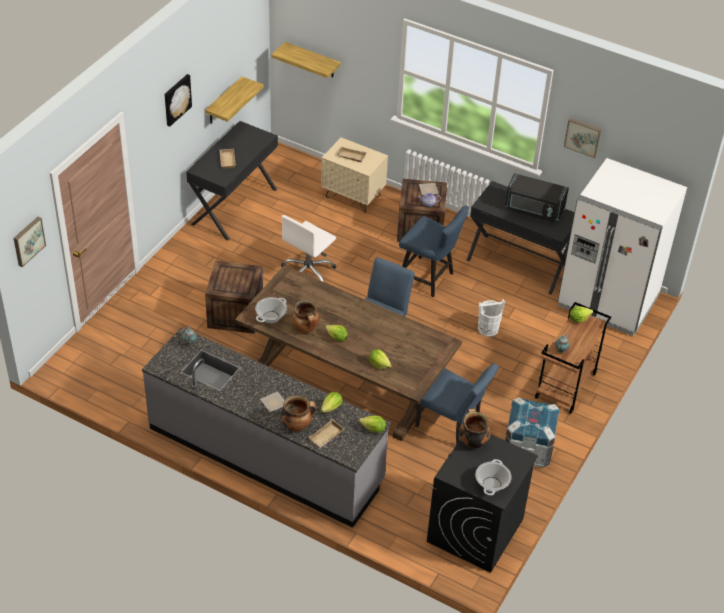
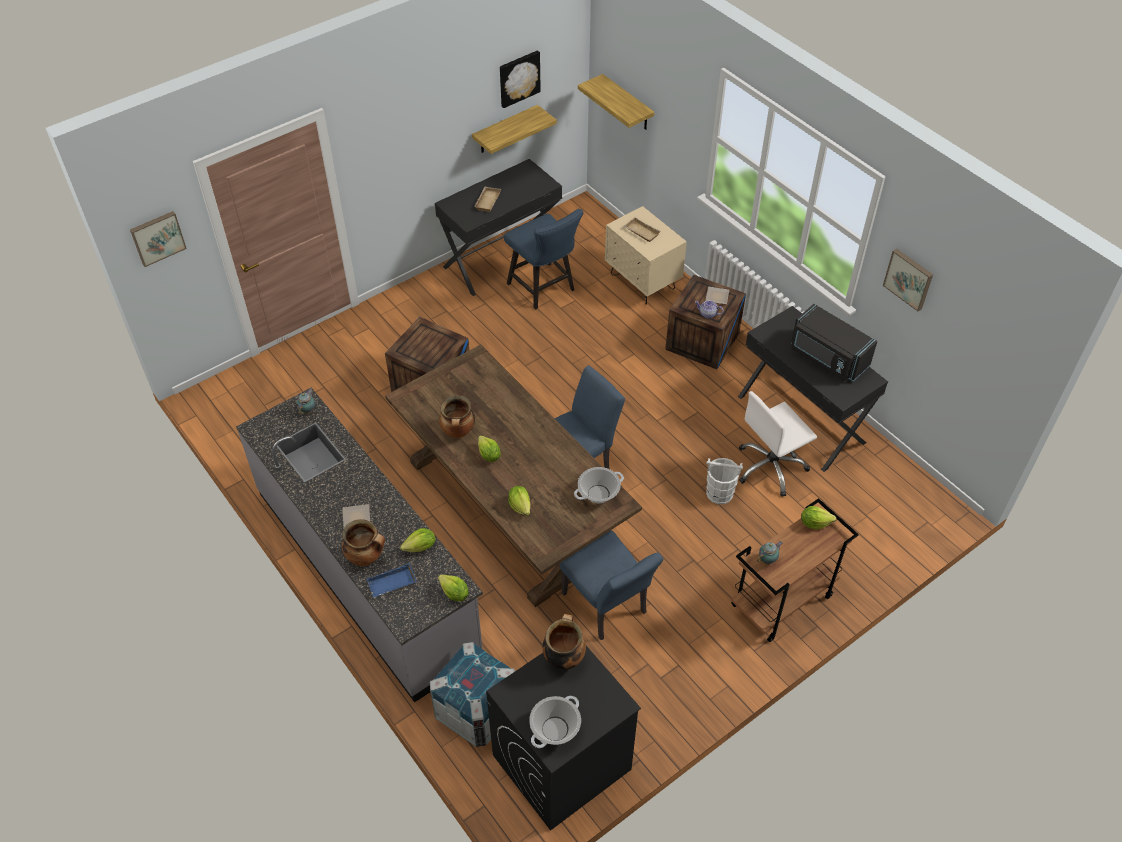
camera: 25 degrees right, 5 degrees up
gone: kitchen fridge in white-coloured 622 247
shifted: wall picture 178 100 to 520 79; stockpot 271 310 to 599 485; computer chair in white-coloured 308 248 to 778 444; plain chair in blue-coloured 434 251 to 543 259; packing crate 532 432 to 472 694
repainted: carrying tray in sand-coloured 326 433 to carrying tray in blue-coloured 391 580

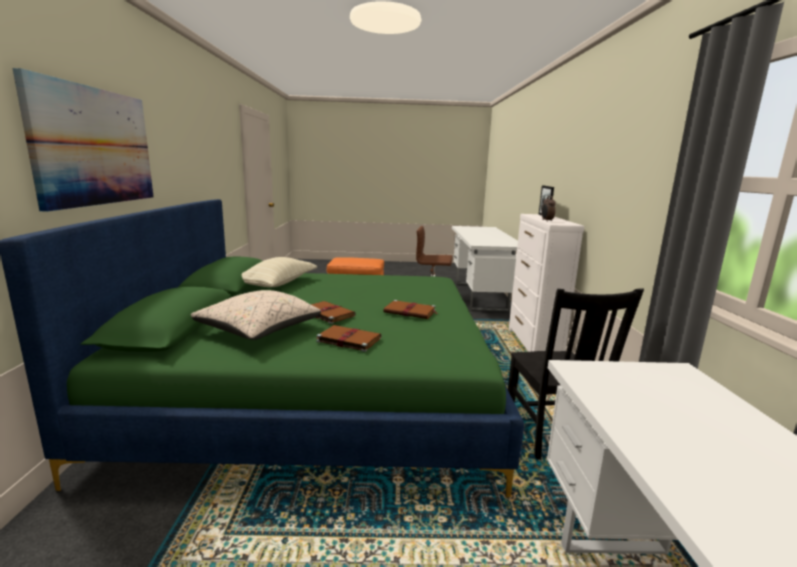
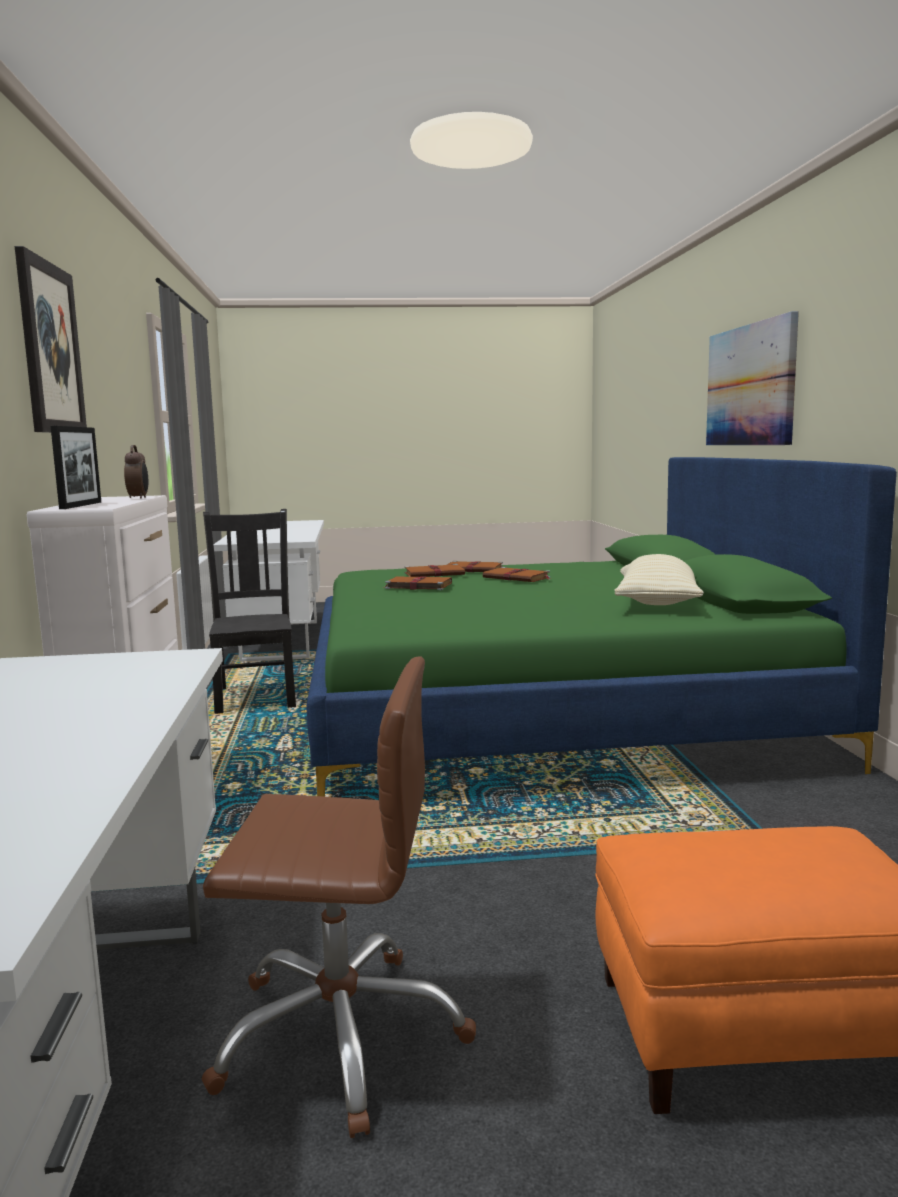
camera: 175 degrees right, 5 degrees down
gone: pillow in sand-coloured 256 315
new: wall picture 51 339; volume in brown 434 570

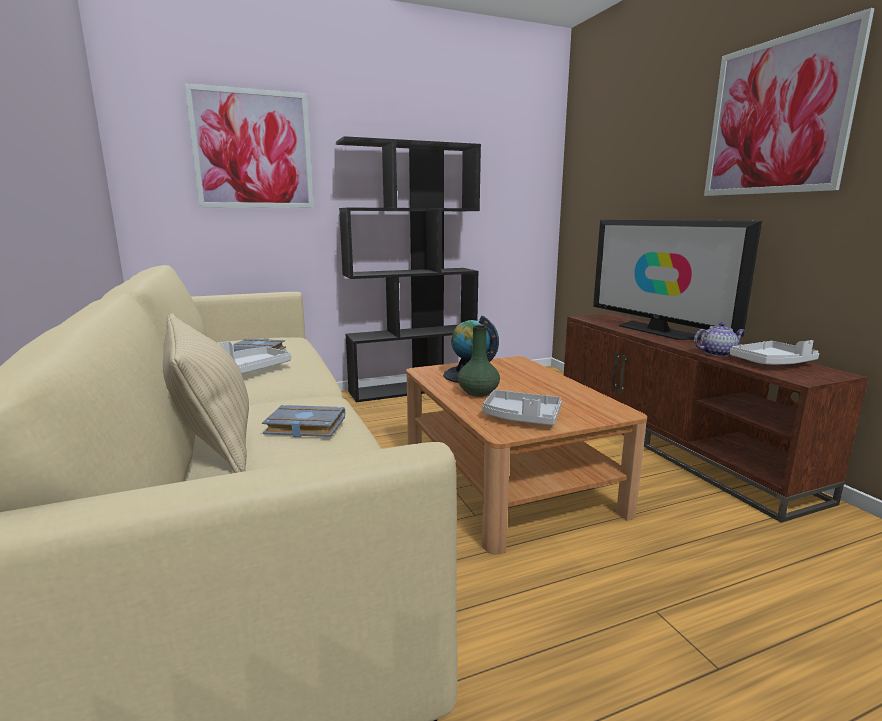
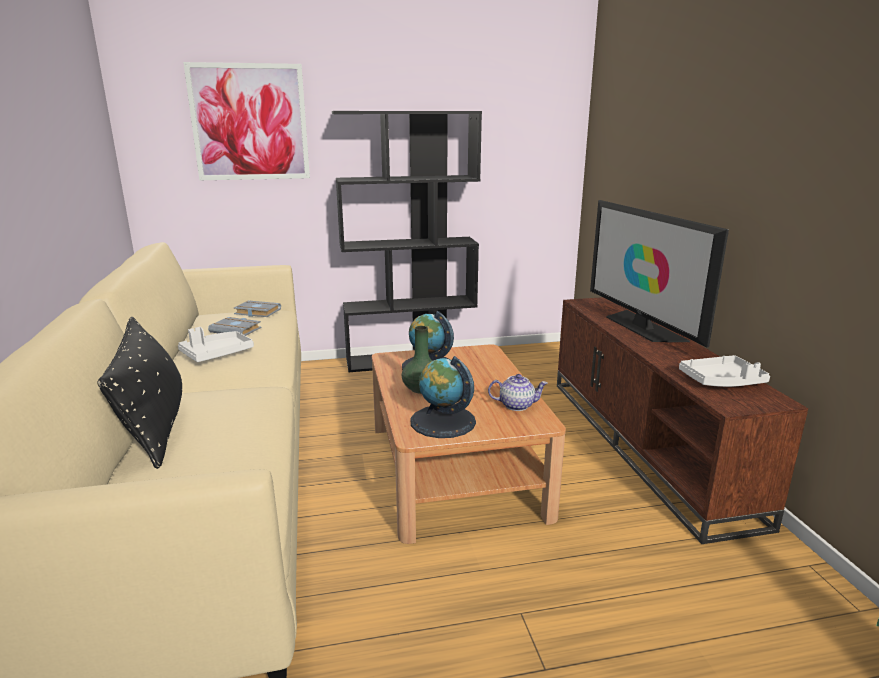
camera: 10 degrees right, 5 degrees up
gone: wall picture 789 102
shifted: volume in greyish 303 421 to 257 308; tea pot 720 339 to 518 392
swapped: carrying tray in greyish 522 407 to desk globe 443 397
repainted: pillow in sand-coloured 206 393 to pillow in blackish 139 393

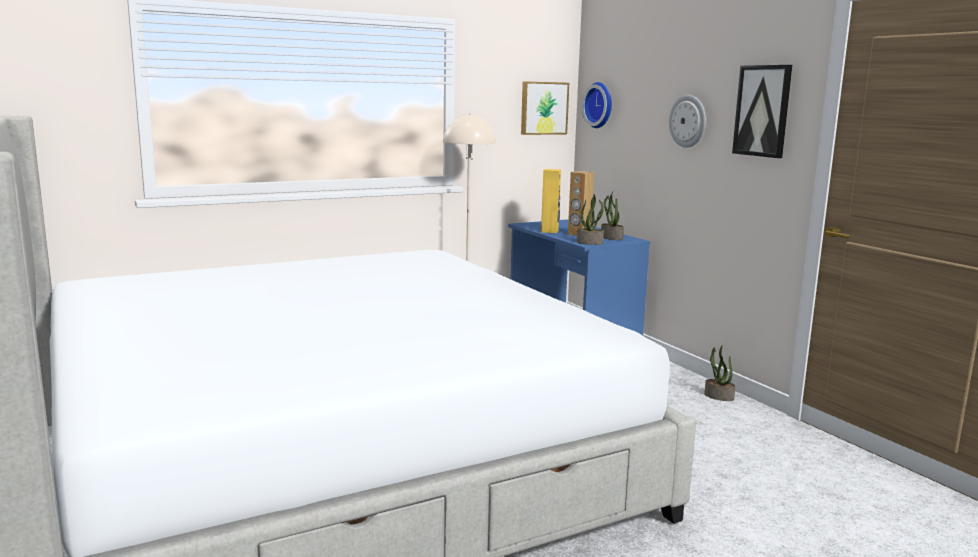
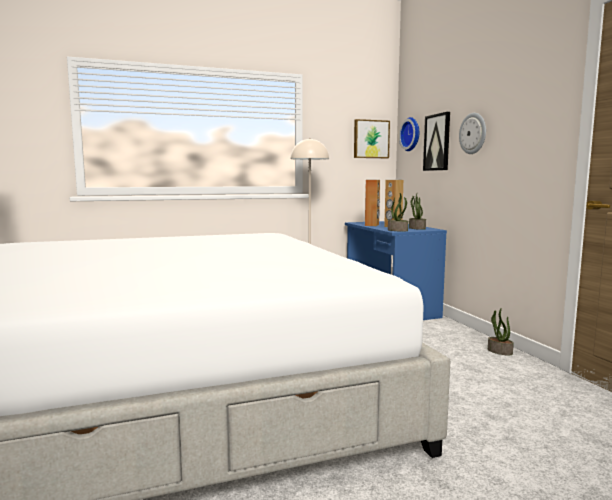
camera: 10 degrees right, 5 degrees down
shifted: wall picture 762 111 to 436 141
repainted: speaker in yellow 551 201 to speaker in brown 372 203

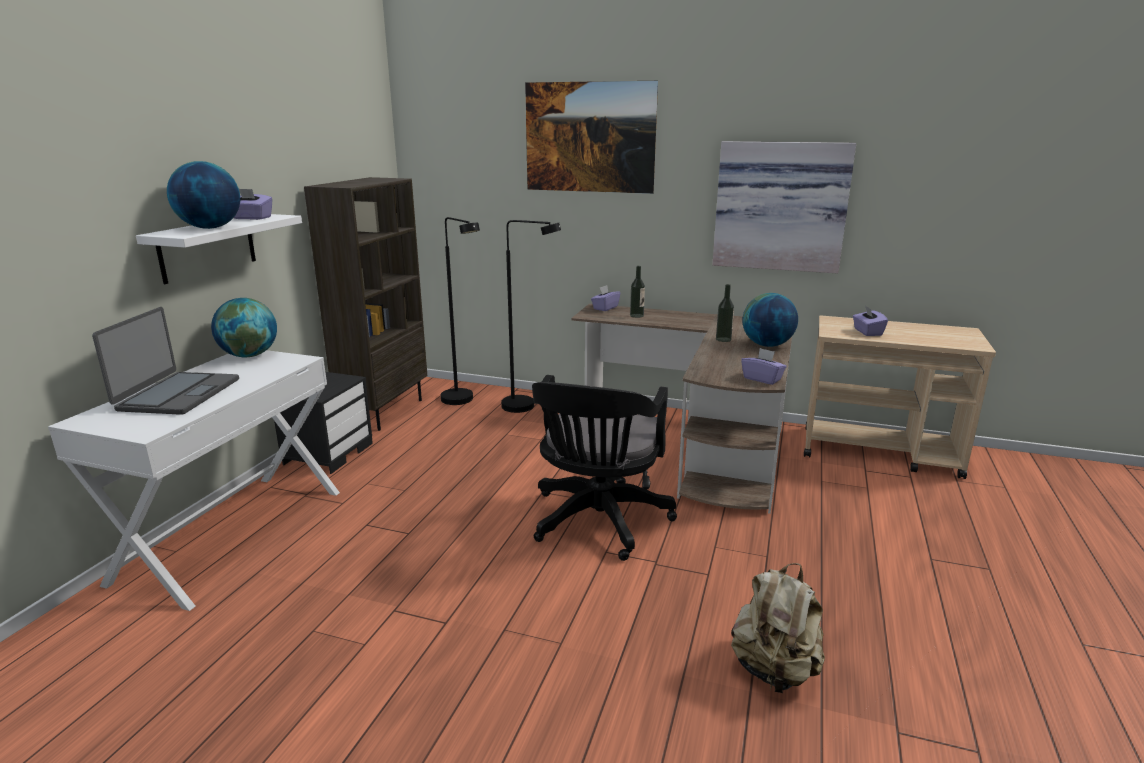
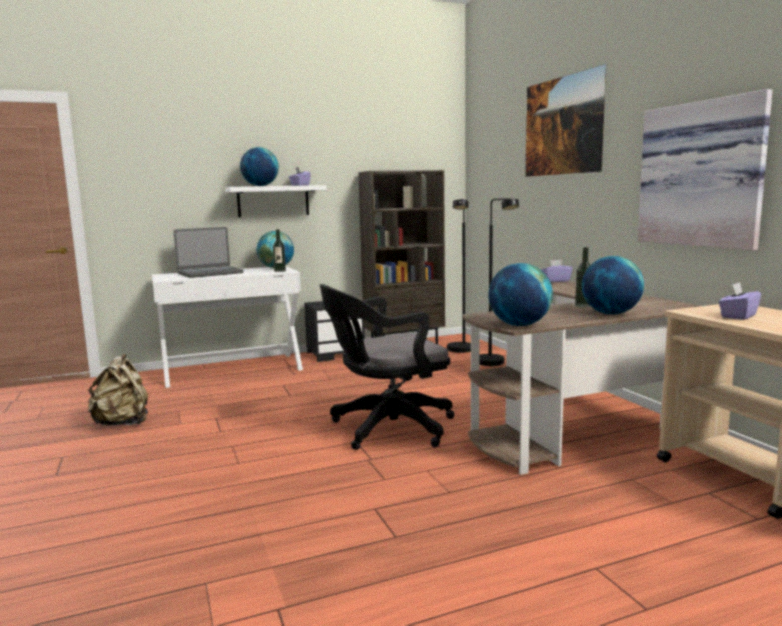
camera: 50 degrees right, 10 degrees down
shifted: beverage bottle 637 292 to 279 250; backpack in sand-coloured 778 628 to 117 389
swapped: box of tissues in purple-coloured 763 366 to desk globe 520 294

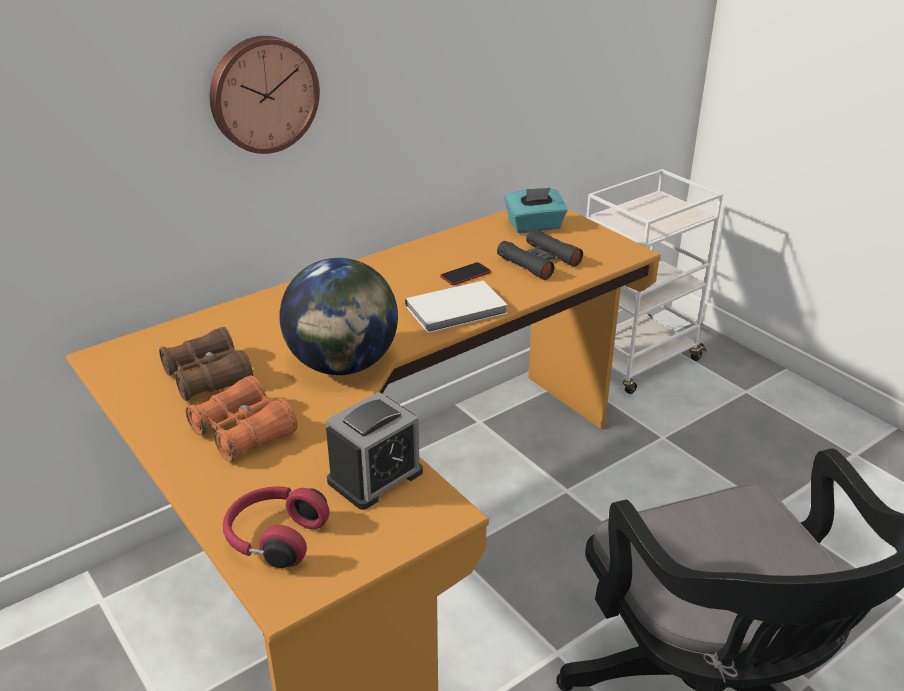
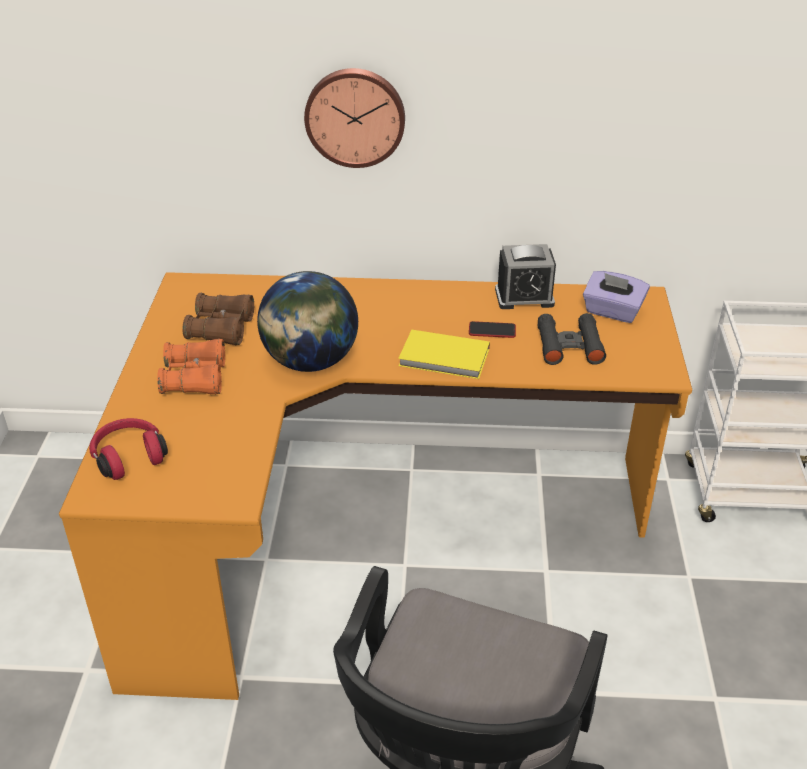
camera: 40 degrees right, 5 degrees up
shifted: bedside clock 374 451 to 525 276
repainted: volume in white-coloured 456 307 to volume in yellow 444 354; box of tissues in turquoise-coloured 536 210 to box of tissues in purple-coloured 616 297

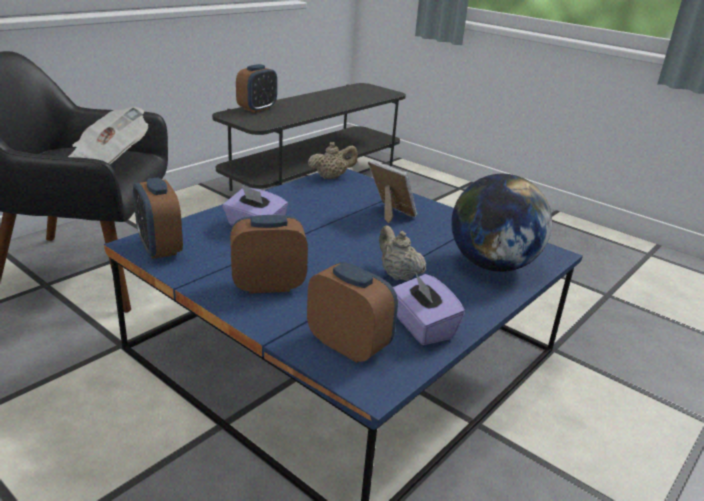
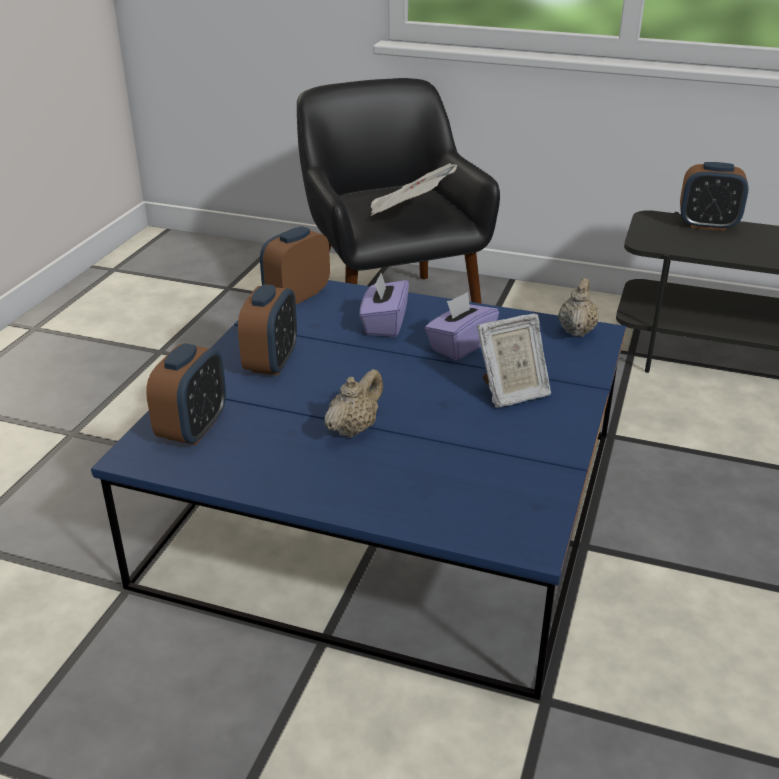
camera: 70 degrees right, 5 degrees up
gone: desk globe 501 223
shifted: box of tissues in purple-coloured 429 308 to 462 326
rotated: bedside clock 269 254 = 267 329 45 degrees clockwise; tea pot in sand-coloured 333 160 = 578 307 120 degrees counterclockwise; picture frame 392 191 = 514 360 45 degrees clockwise

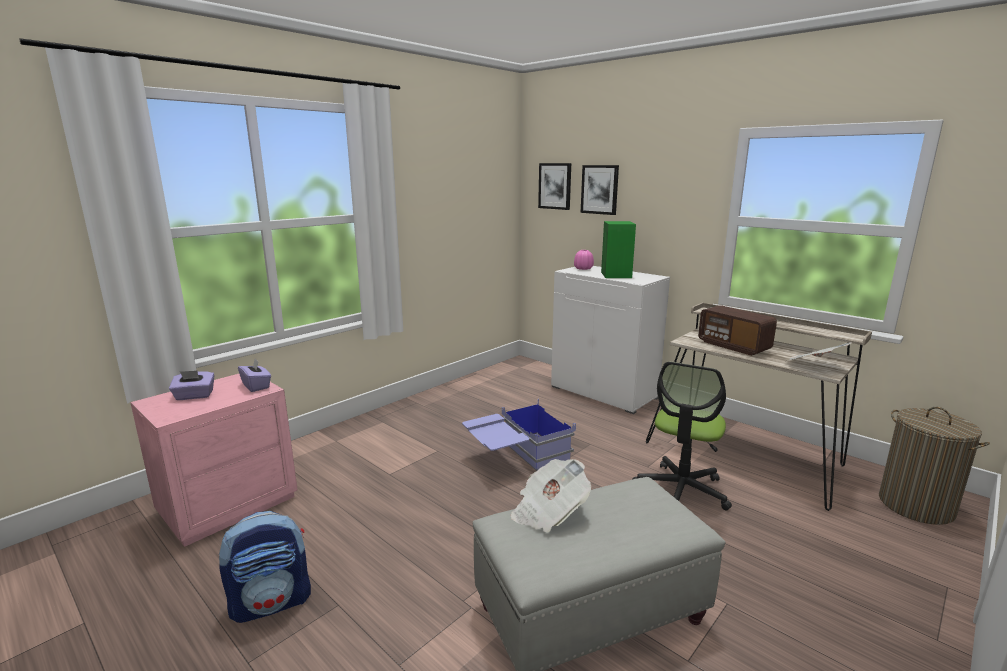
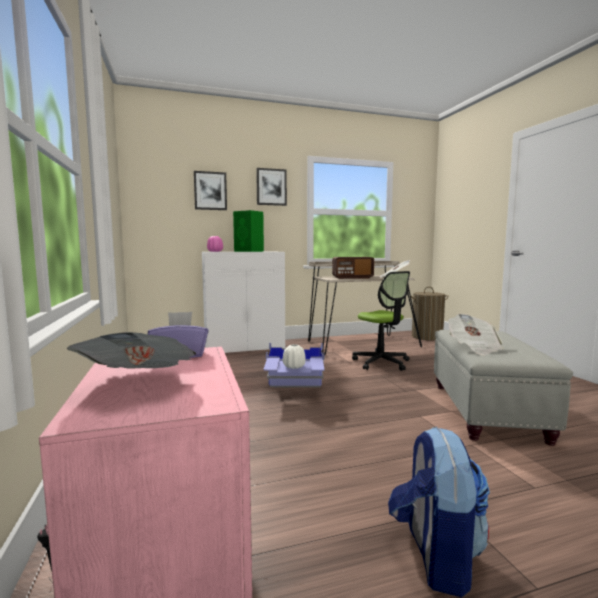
camera: 60 degrees left, 10 degrees down
new: decorative vase in white-coloured 294 356
shifted: wall picture 554 186 to 271 187
swapped: box of tissues in purple-coloured 191 385 to newspaper 131 350

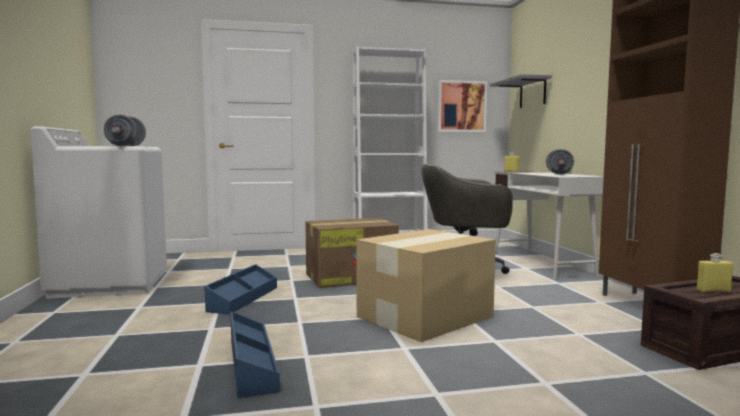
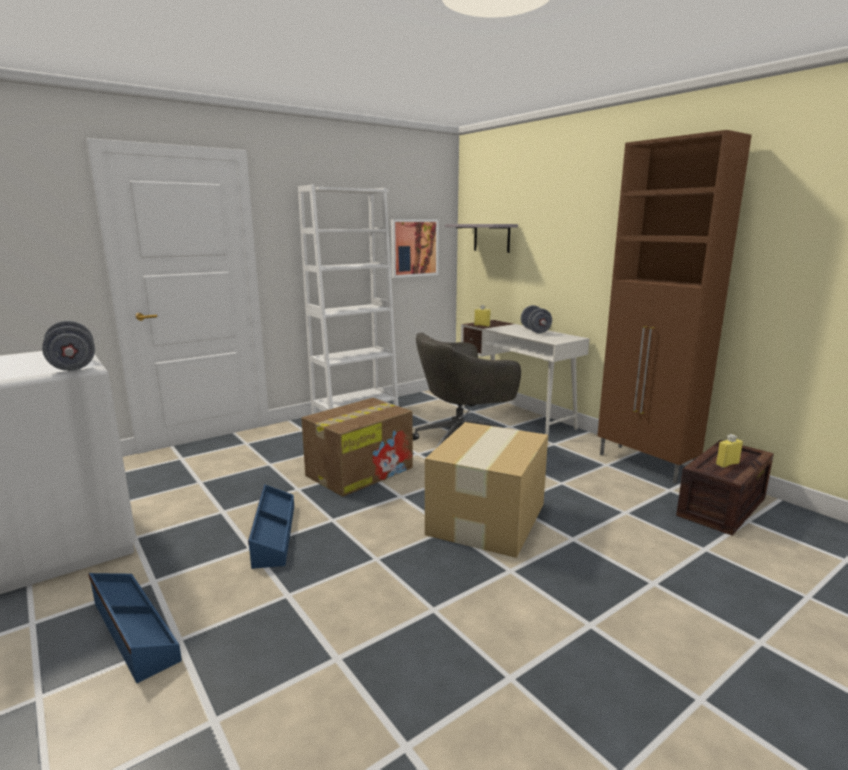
camera: 25 degrees left, 10 degrees up
shifted: storage container in blue-coloured 255 354 to 135 628

